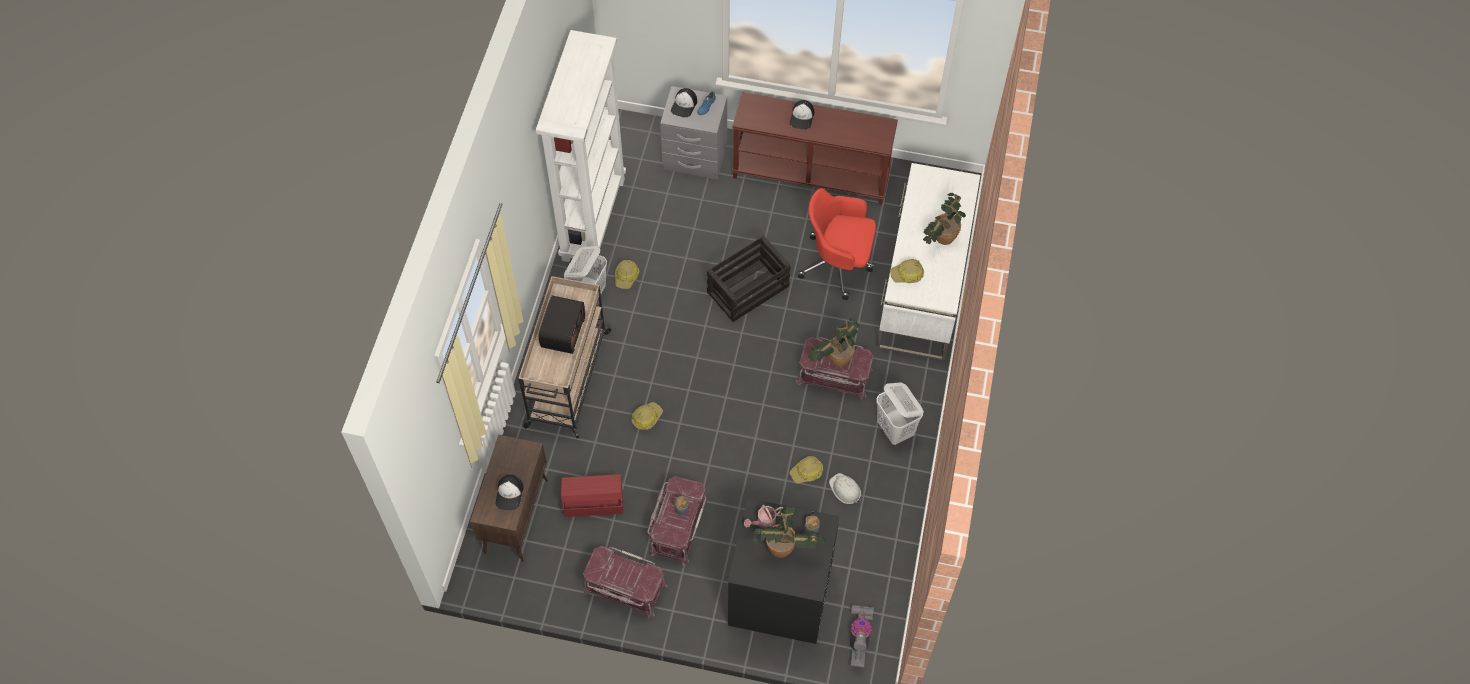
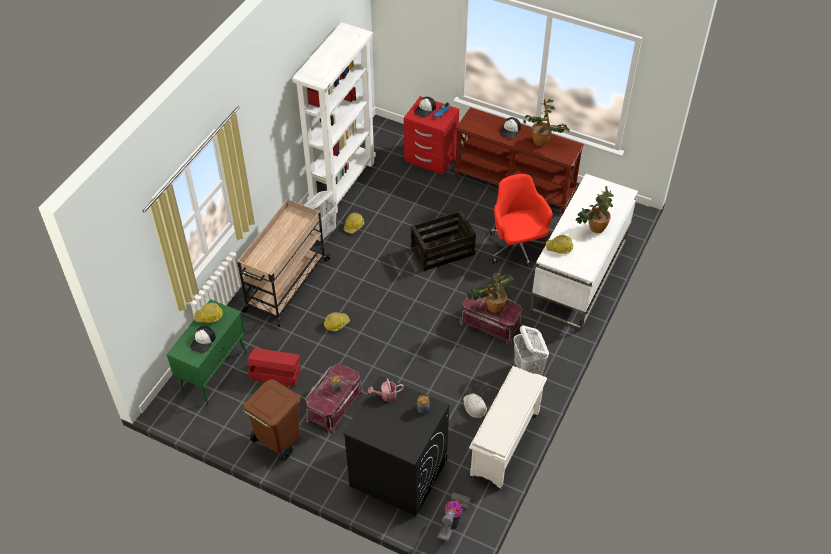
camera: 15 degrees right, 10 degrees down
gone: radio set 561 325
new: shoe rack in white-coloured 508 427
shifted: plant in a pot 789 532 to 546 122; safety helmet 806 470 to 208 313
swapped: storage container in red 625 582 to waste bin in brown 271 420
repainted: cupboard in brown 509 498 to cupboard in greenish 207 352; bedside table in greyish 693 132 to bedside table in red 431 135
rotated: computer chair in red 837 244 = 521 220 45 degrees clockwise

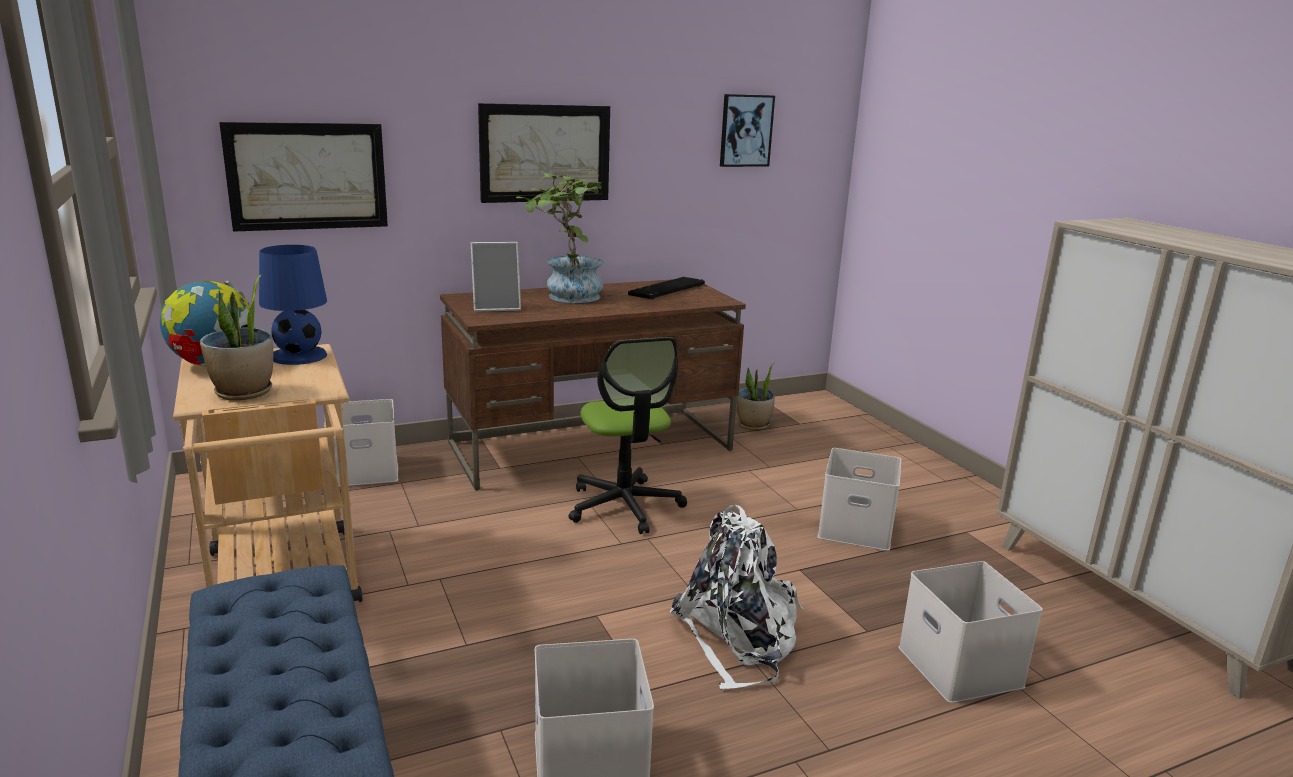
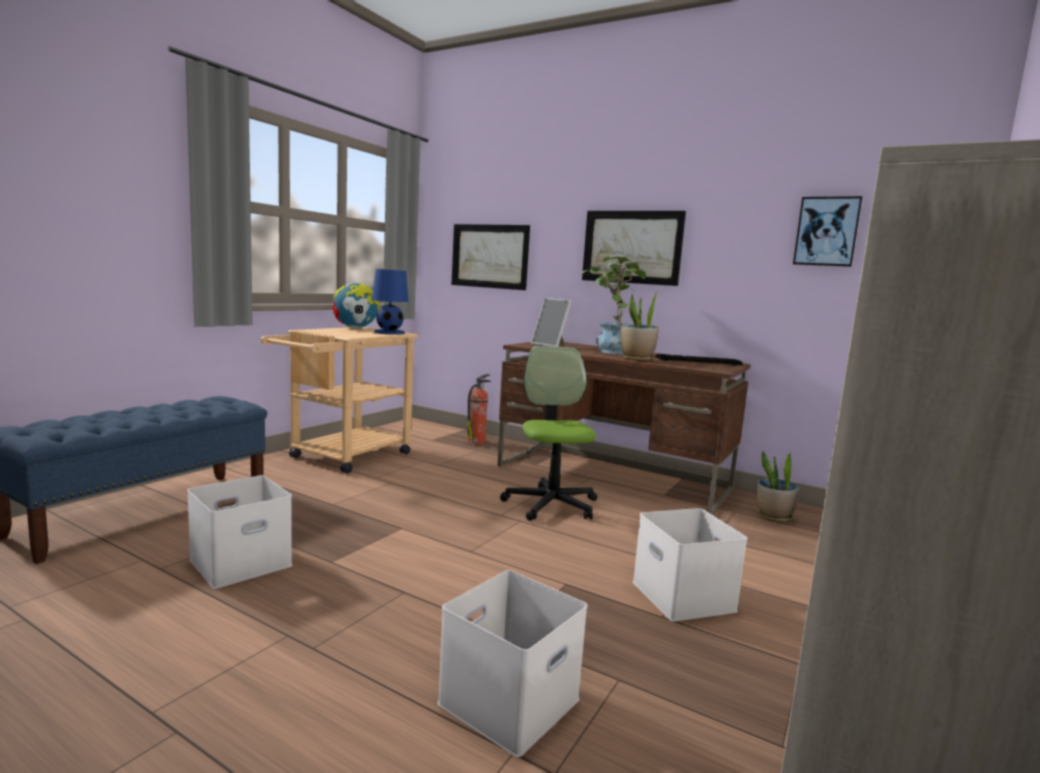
camera: 55 degrees right, 10 degrees down
gone: backpack in white-coloured 736 597
shifted: plant in a pot 236 337 to 640 325
swapped: storage container in white-coloured 361 443 to extinguisher 479 409
rotated: computer chair 627 435 = 548 433 135 degrees clockwise

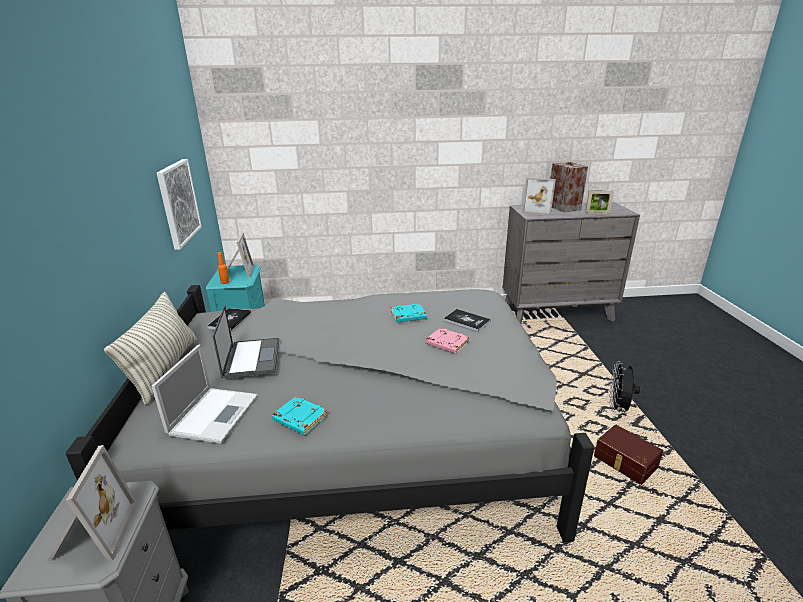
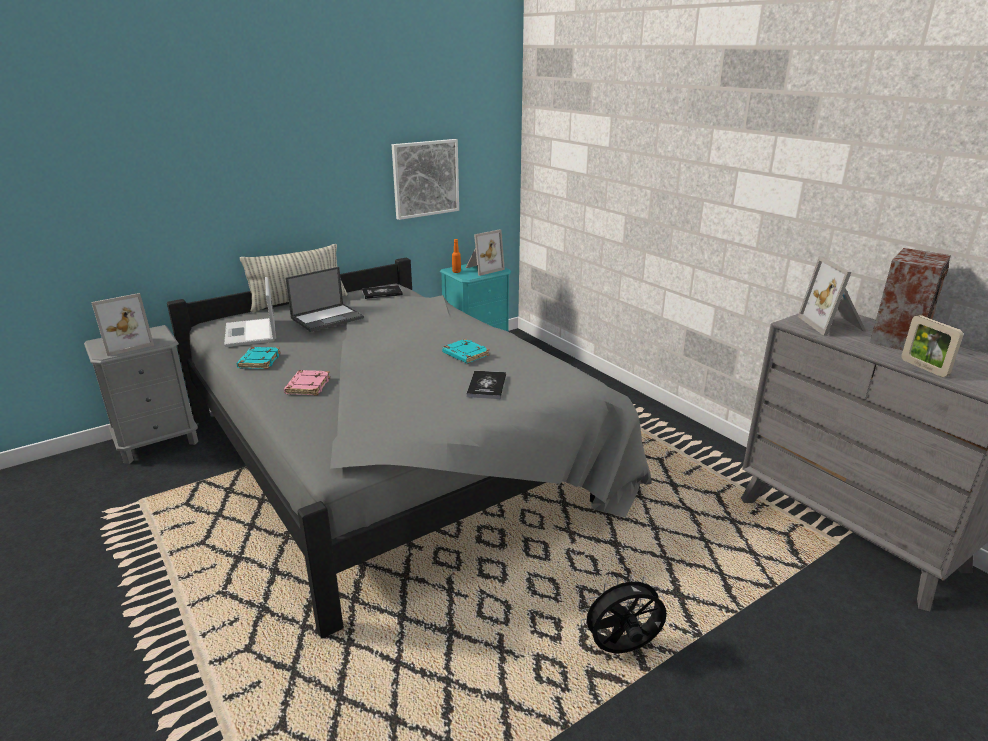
camera: 60 degrees right, 0 degrees up
gone: storage container in brown 628 455
shifted: volume in pink 447 340 to 307 383
rotated: laptop 204 394 = 250 312 90 degrees clockwise

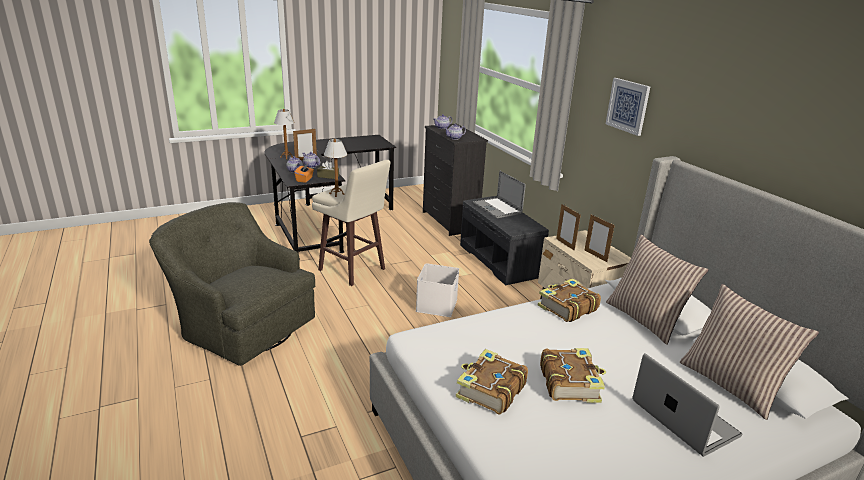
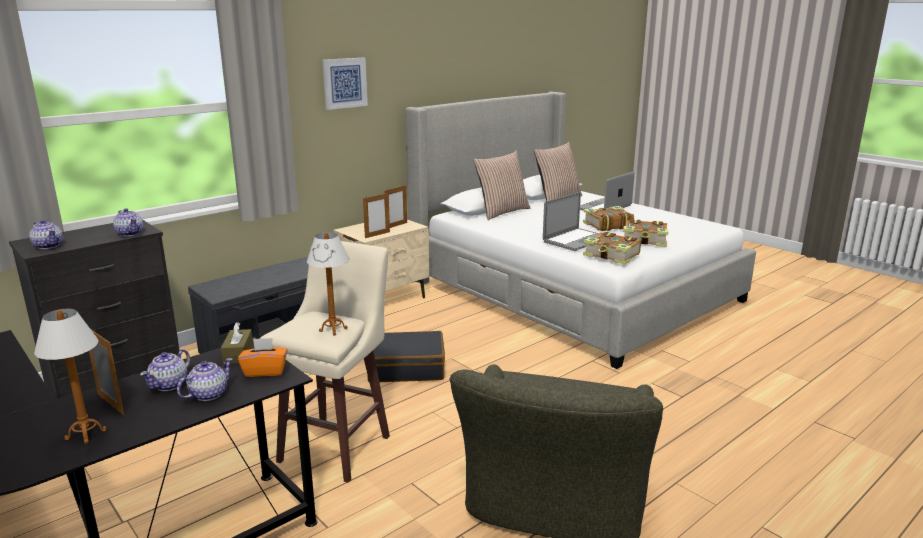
camera: 105 degrees left, 5 degrees down
shifted: laptop 499 194 to 571 221; volume 569 300 to 612 248
swapped: storage container in white-coloured 437 290 to suitcase in blackish 406 356

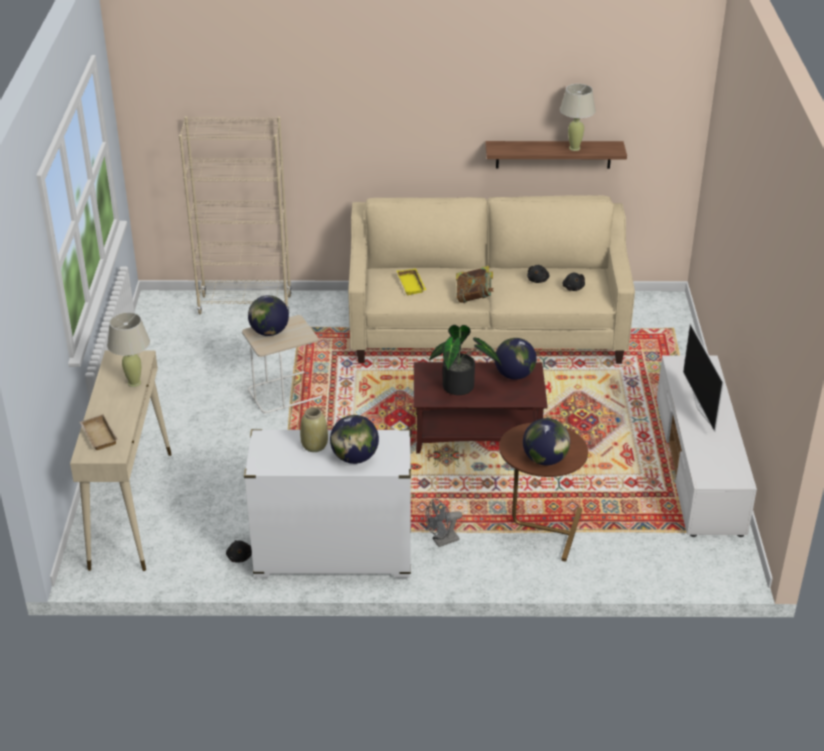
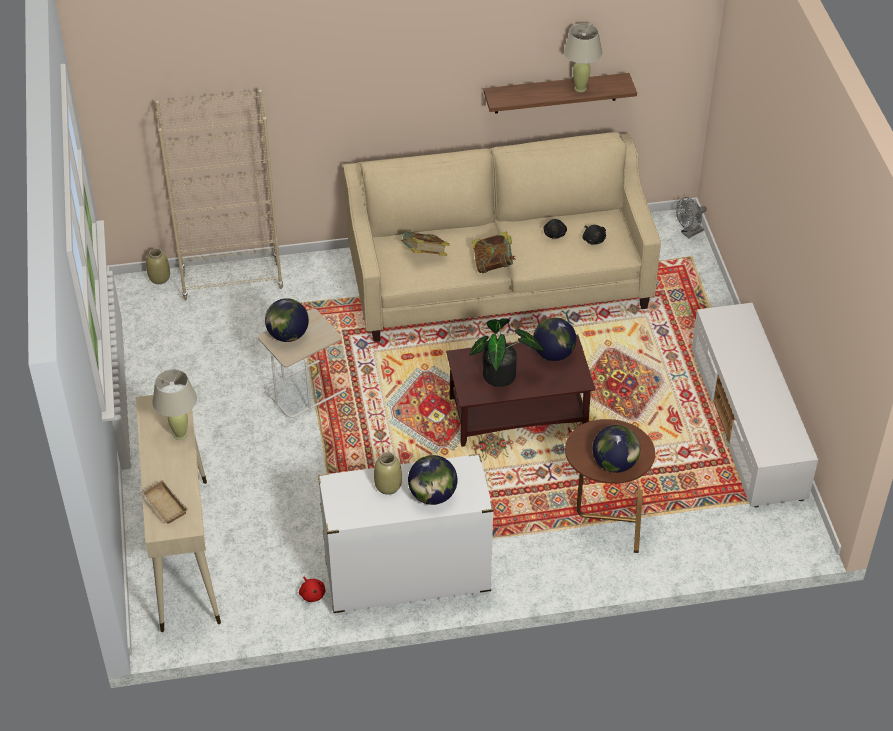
camera: 10 degrees left, 10 degrees up
gone: TV 703 377
new: decorative vase in sand-coloured 158 266
shifted: fan in greyish 443 523 to 691 217
swapped: carrying tray in yellow 411 282 to volume 425 244
repainted: plush toy in blackish 239 551 to plush toy in red 312 589

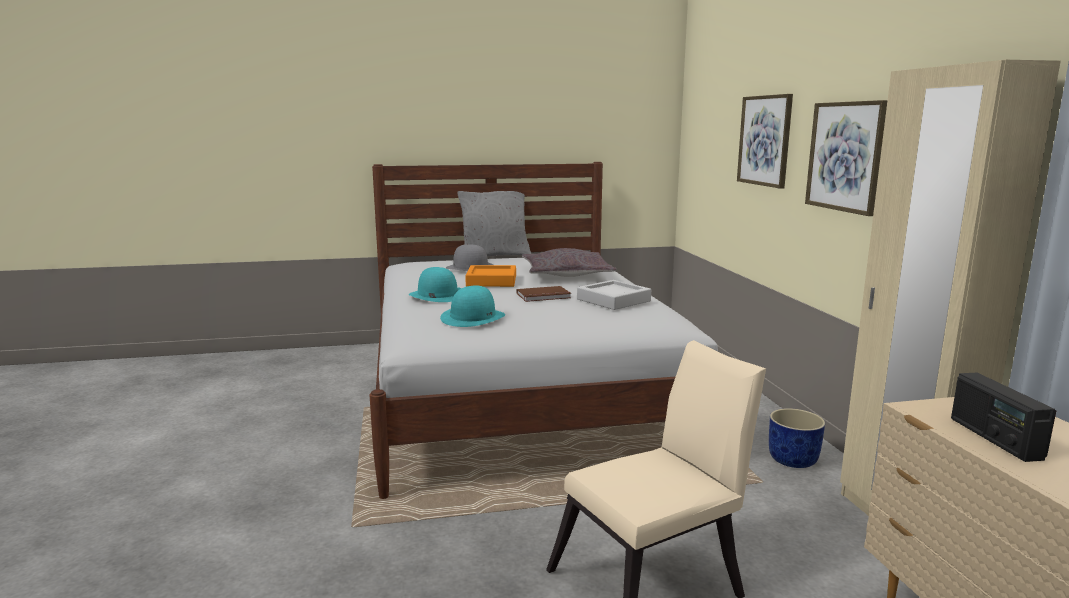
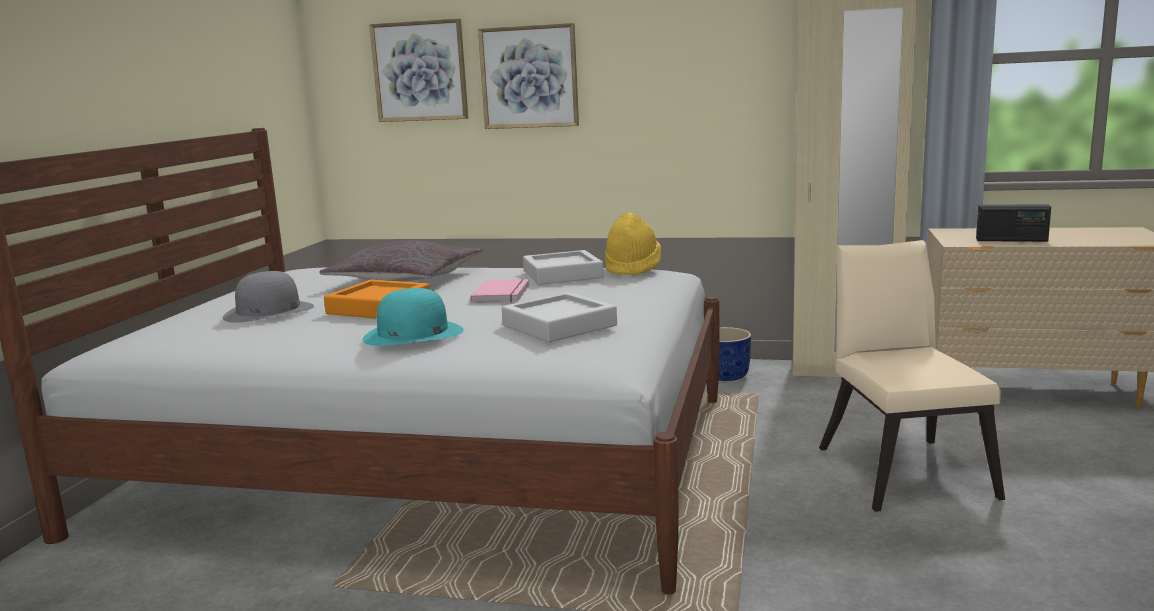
camera: 65 degrees left, 0 degrees up
gone: pillow in greyish 494 223
new: hat in yellow 633 244
shifted: wall picture 846 158 to 418 70
swapped: hat in turquoise-coloured 472 306 to carrying tray in greyish 559 317
repainted: volume in brown 544 294 to volume in pink 500 290

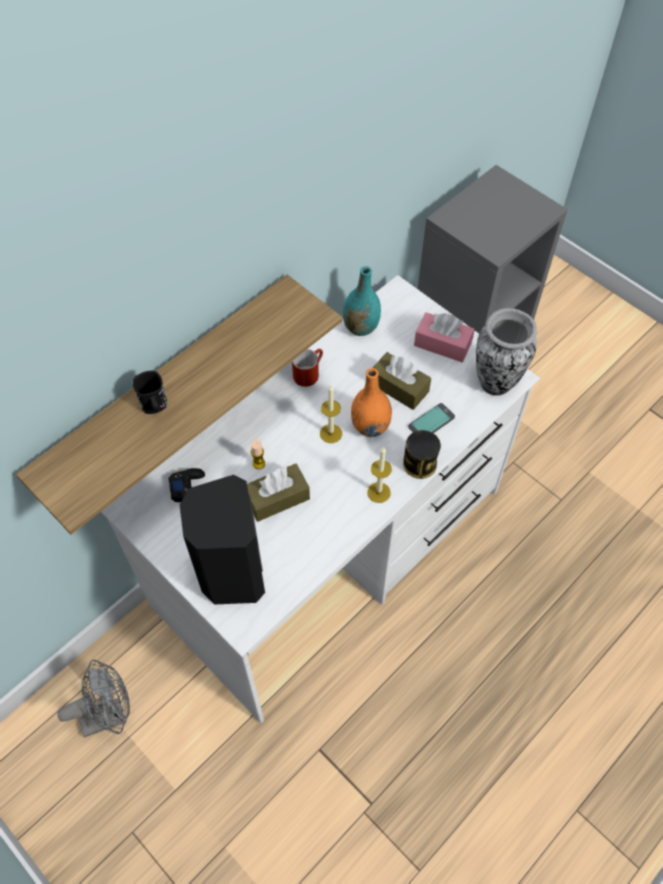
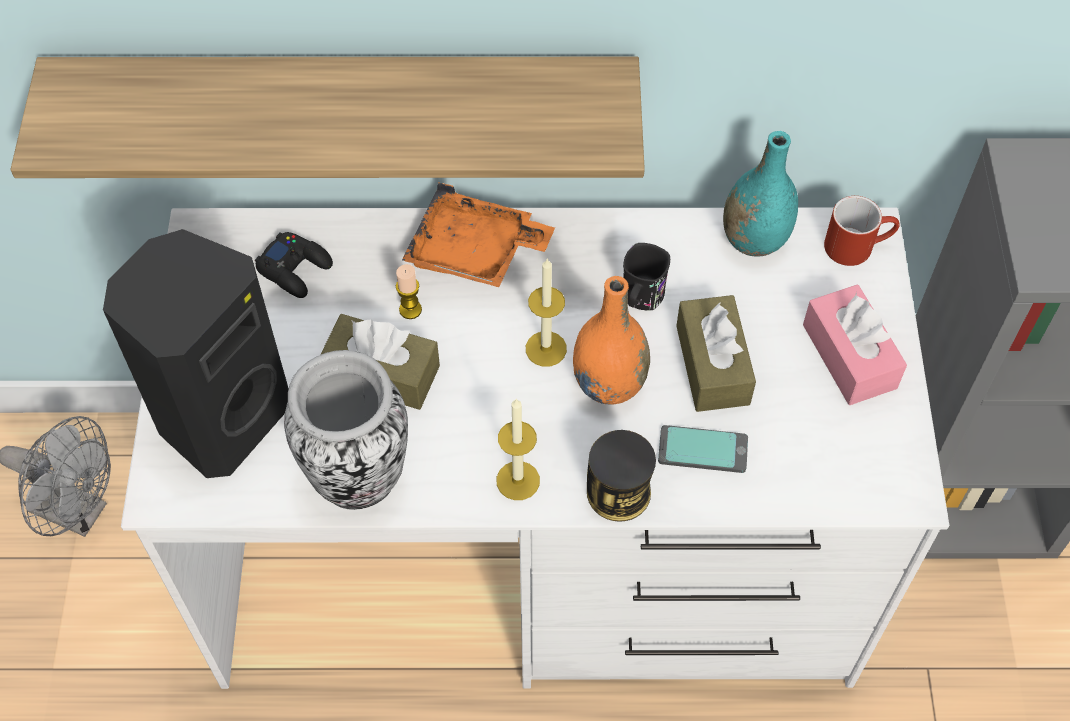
camera: 45 degrees right, 0 degrees up
new: carrying tray in orange 478 234
shifted: tea mug in blackish 150 392 to 646 277; tea mug in red 307 368 to 862 231; decorative vase 506 352 to 346 430

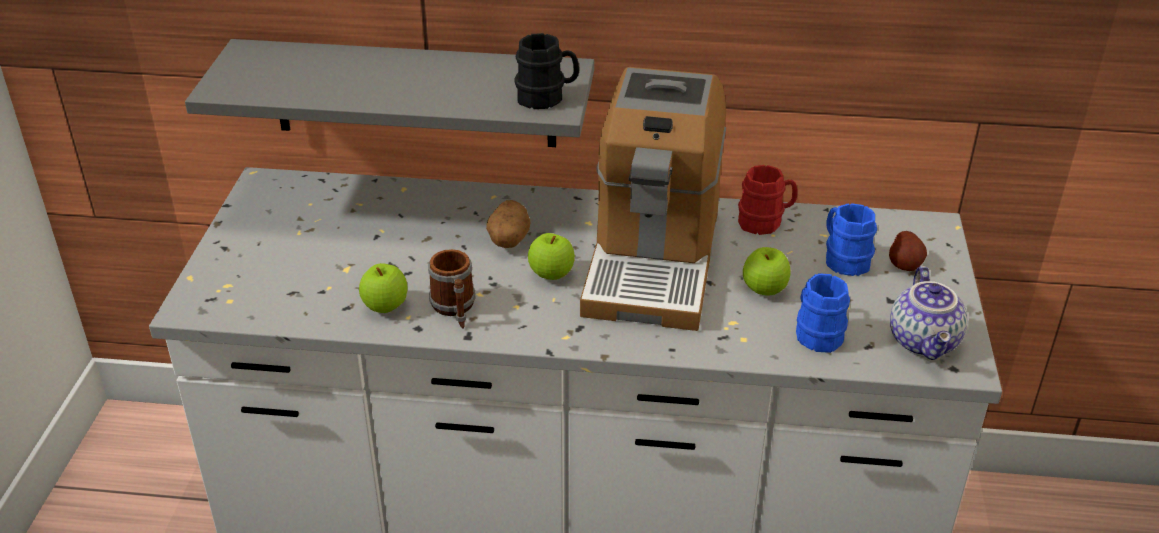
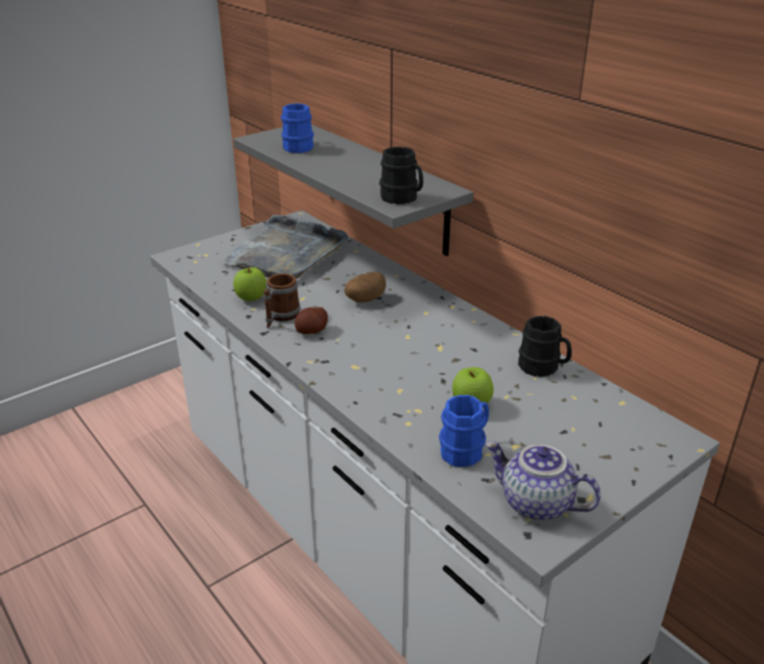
camera: 45 degrees right, 5 degrees down
gone: apple fruit 551 256; coffee machine 653 199
new: carrying tray in greyish 285 247
shifted: tea mug in blue-coloured 851 239 to 297 128; whole potato 908 251 to 311 320
repainted: tea mug in red 767 200 to tea mug in blackish 545 346
rotated: tea pot 928 313 = 543 481 75 degrees clockwise

